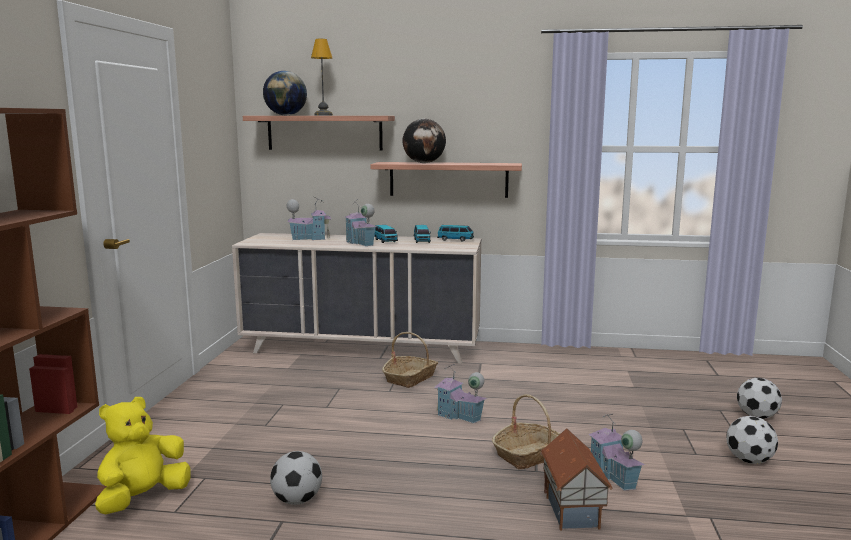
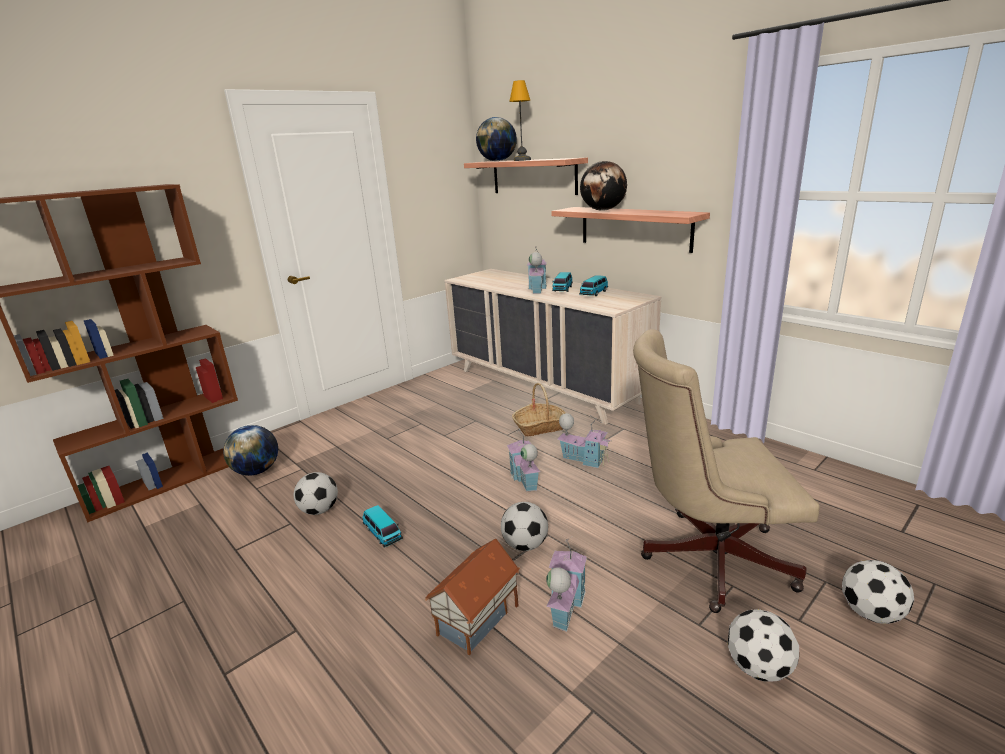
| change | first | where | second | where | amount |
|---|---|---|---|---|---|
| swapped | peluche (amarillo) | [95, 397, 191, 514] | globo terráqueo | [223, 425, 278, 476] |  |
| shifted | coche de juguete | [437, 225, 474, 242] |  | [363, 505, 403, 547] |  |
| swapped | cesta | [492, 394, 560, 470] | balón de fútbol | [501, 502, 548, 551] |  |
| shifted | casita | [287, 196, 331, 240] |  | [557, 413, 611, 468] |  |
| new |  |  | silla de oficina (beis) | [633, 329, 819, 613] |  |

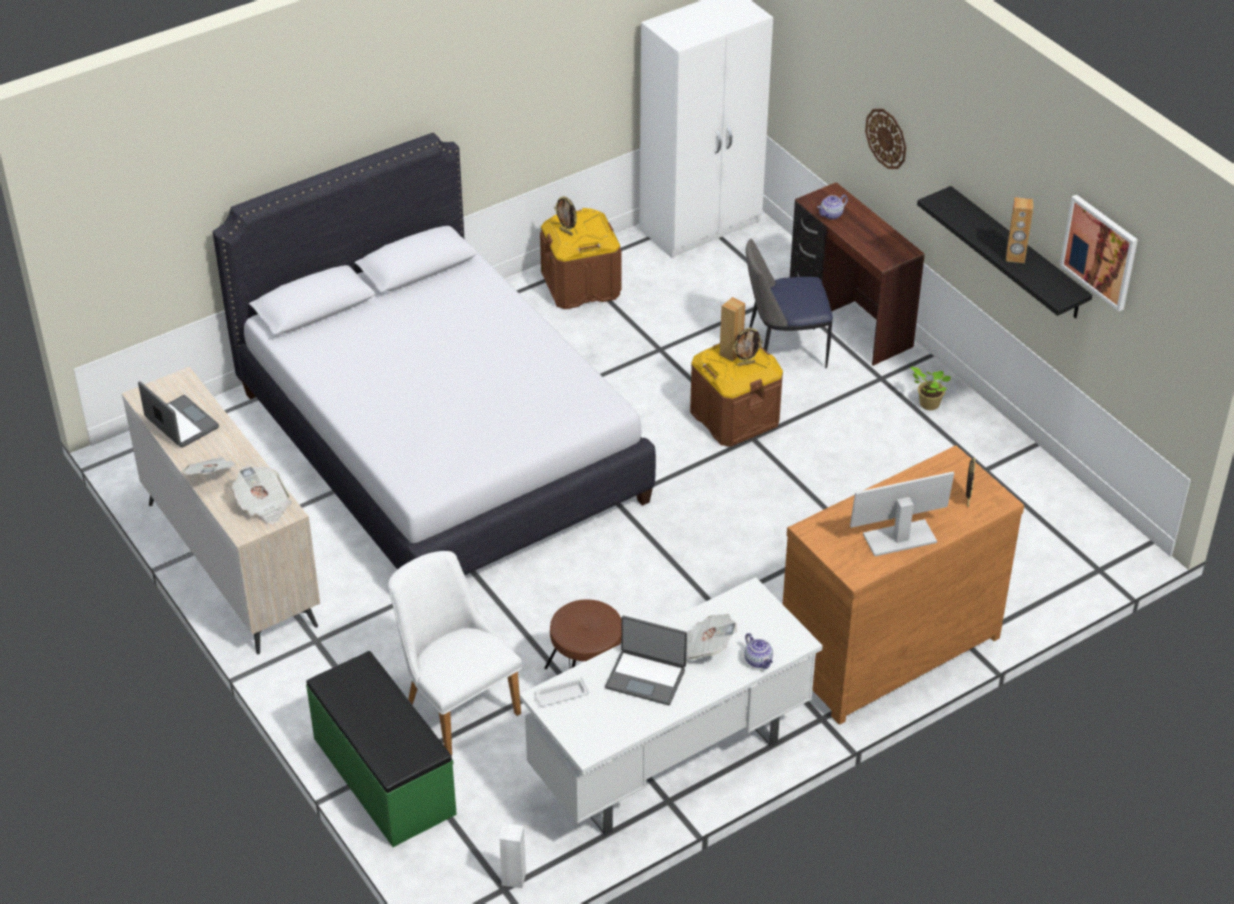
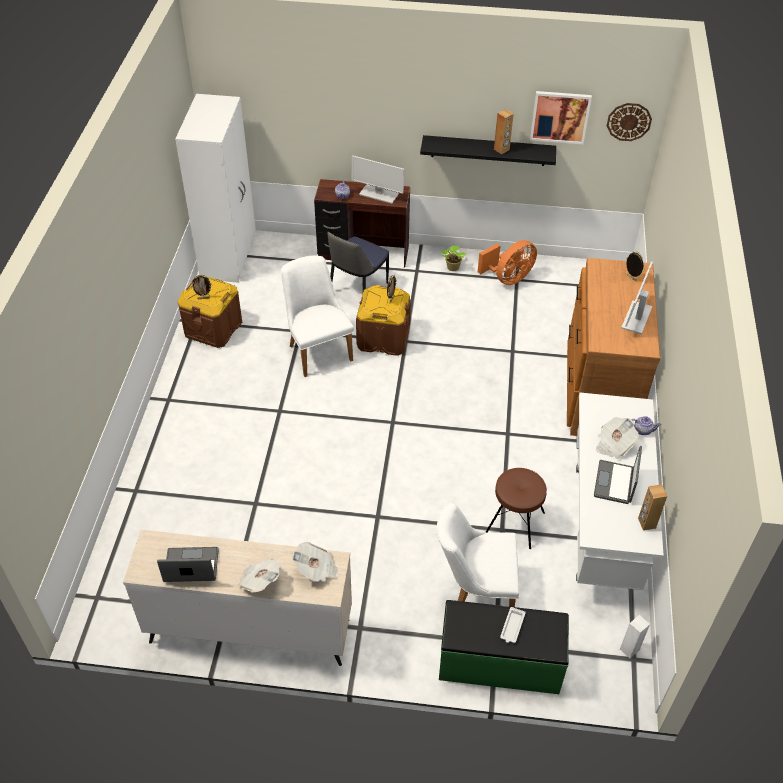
| change | first | where | second | where | amount |
|---|---|---|---|---|---|
| new |  |  | silla (blanco) | [281, 256, 354, 377] |  |
| new |  |  | monitor | [352, 155, 405, 204] |  |
| new |  |  | ventilador (naranja) | [478, 240, 537, 285] |  |
| shifted | bandeja (blanco) | [535, 677, 589, 706] |  | [500, 607, 526, 643] |  |
| rotated | portátil | [605, 615, 687, 705] |  | [594, 446, 642, 504] | 135 degrees clockwise |
| shifted | reloj de pared | [865, 109, 906, 169] |  | [607, 103, 652, 141] |  |
| shifted | altavoz (marrón) | [720, 297, 746, 361] |  | [638, 484, 667, 530] |  |
| gone | cama (blanco) | [212, 133, 656, 575] |  |  |  |

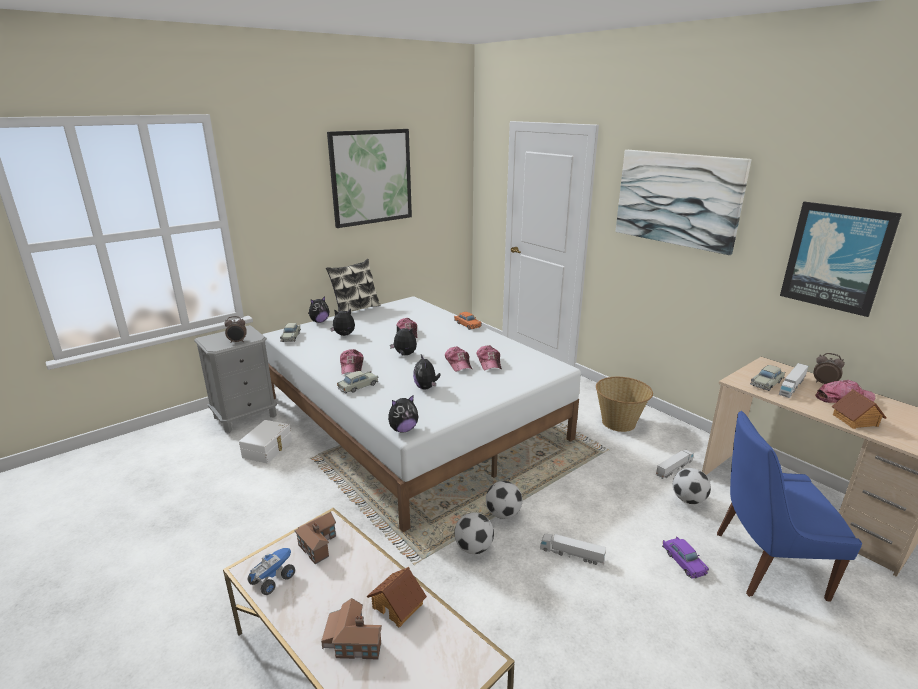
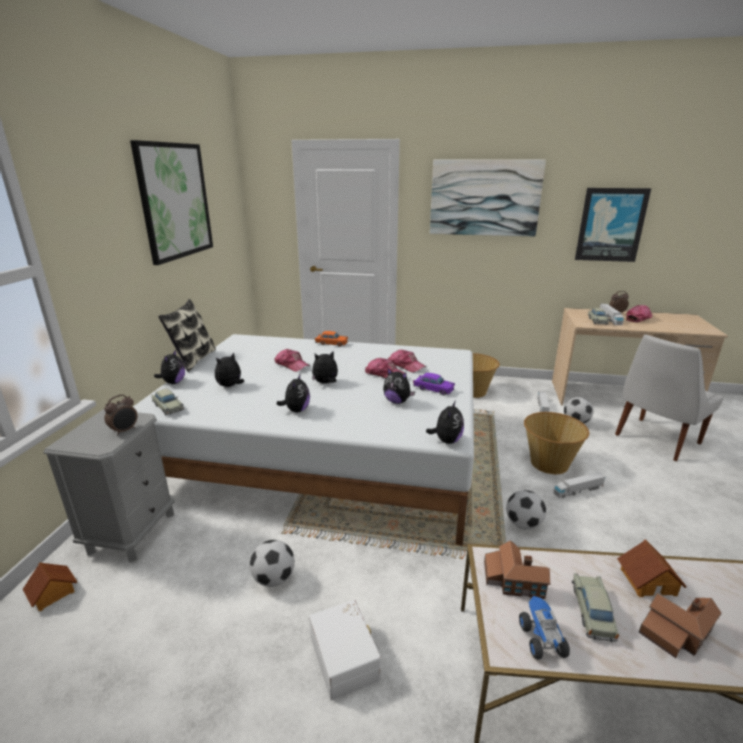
| change | first | where | second | where | amount |
|---|---|---|---|---|---|
| shifted | casita | [832, 389, 886, 429] |  | [23, 562, 78, 611] |  |
| shifted | balón de fútbol | [486, 481, 522, 519] |  | [250, 540, 295, 587] |  |
| swapped | gorra | [340, 349, 363, 374] | peluche | [277, 374, 310, 412] |  |
| shifted | caja de almacenaje (blanco) | [239, 420, 292, 463] |  | [309, 600, 381, 700] |  |
| shifted | coche de juguete (morado) | [662, 536, 709, 579] |  | [413, 373, 455, 395] |  |
| new |  |  | cesta | [524, 412, 589, 474] |  |
| shifted | coche de juguete (beis) | [337, 371, 379, 393] |  | [572, 573, 619, 642] |  |
| repainted | silla (azul) | [717, 411, 862, 601] | silla (blanco) | [615, 334, 724, 461] |  |

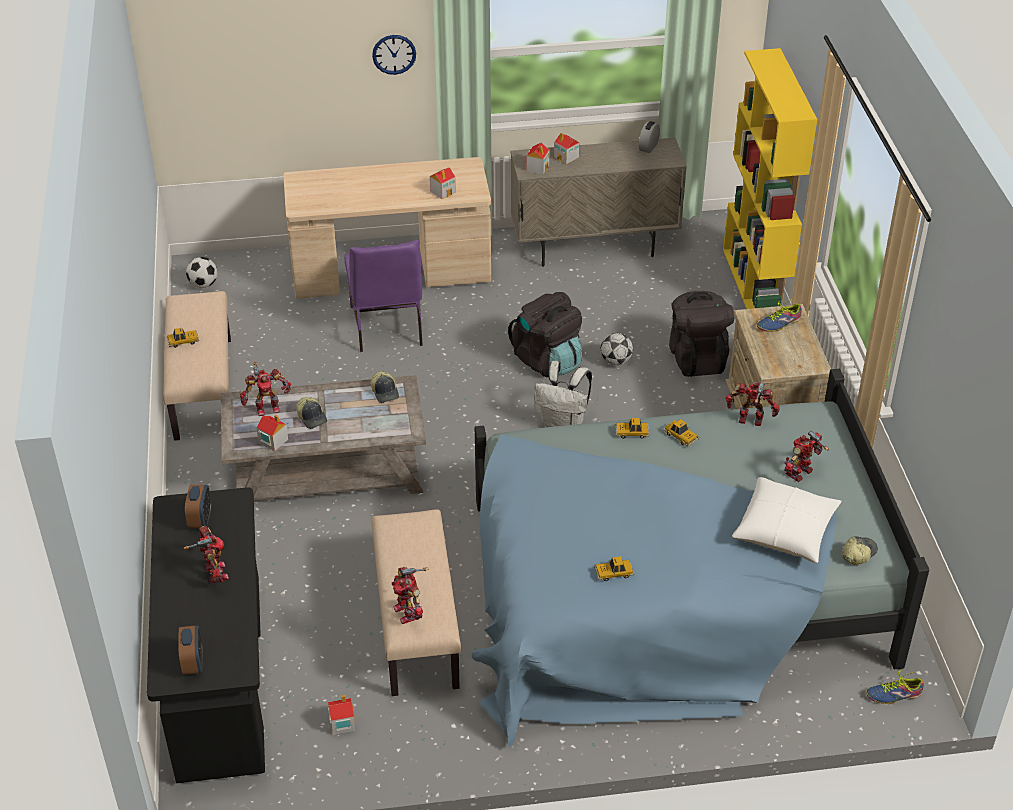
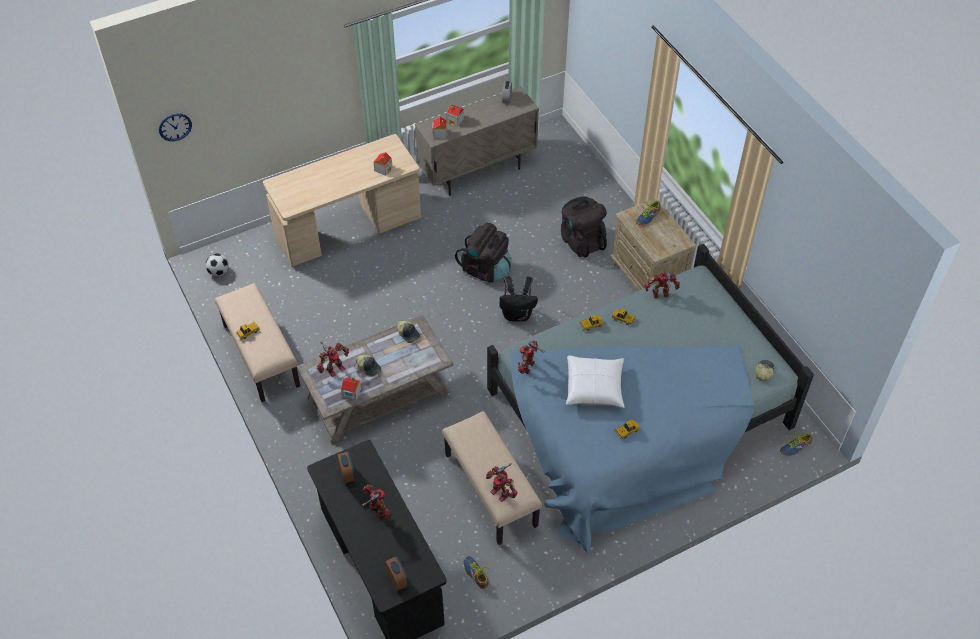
| change | first | where | second | where | amount |
|---|---|---|---|---|---|
| shifted | reloj de pared | [372, 35, 416, 75] |  | [159, 113, 192, 141] |  |
| swapped | casita | [328, 695, 356, 735] | zapato | [464, 556, 489, 589] |  |
| repainted | mochila (blanco) | [534, 361, 592, 427] | mochila (negro) | [500, 277, 538, 321] |  |
| shifted | robot de juguete | [784, 431, 829, 482] |  | [518, 340, 545, 374] |  |
| shifted | cojín (blanco) | [732, 477, 842, 563] |  | [566, 356, 624, 408] |  |
| gone | silla (morado) | [344, 240, 423, 352] |  |  |  |
| gone | balón de fútbol | [600, 333, 633, 365] |  |  |  |
| gone | estantería (amarillo) | [723, 48, 817, 309] |  |  |  |

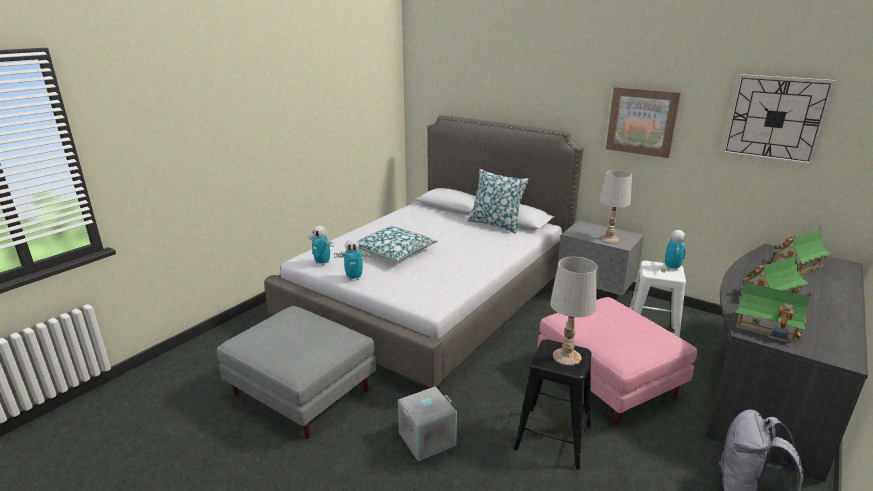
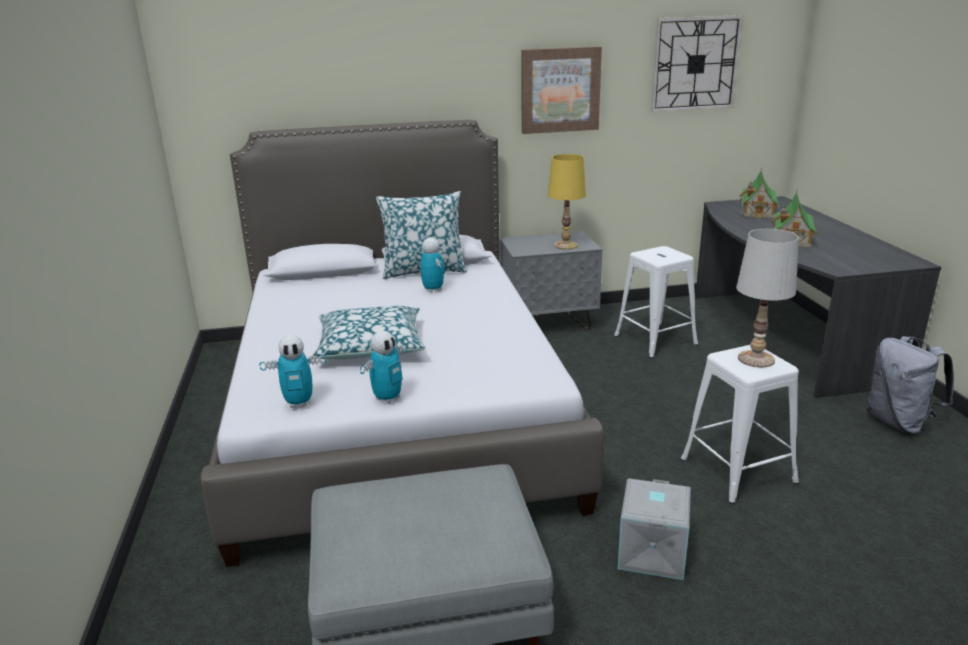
| change | first | where | second | where | amount |
|---|---|---|---|---|---|
| shifted | robot de juguete | [665, 230, 686, 271] |  | [421, 238, 445, 293] |  |
| repainted | lámpara de mesa (blanco) | [600, 170, 632, 244] | lámpara de mesa (amarillo) | [548, 154, 586, 249] |  |
| repainted | taburete (negro) | [514, 339, 592, 470] | taburete (blanco) | [681, 345, 799, 504] |  |
| gone | puf (rosa) | [538, 297, 697, 427] |  |  |  |
| gone | casita | [735, 279, 812, 343] |  |  |  |

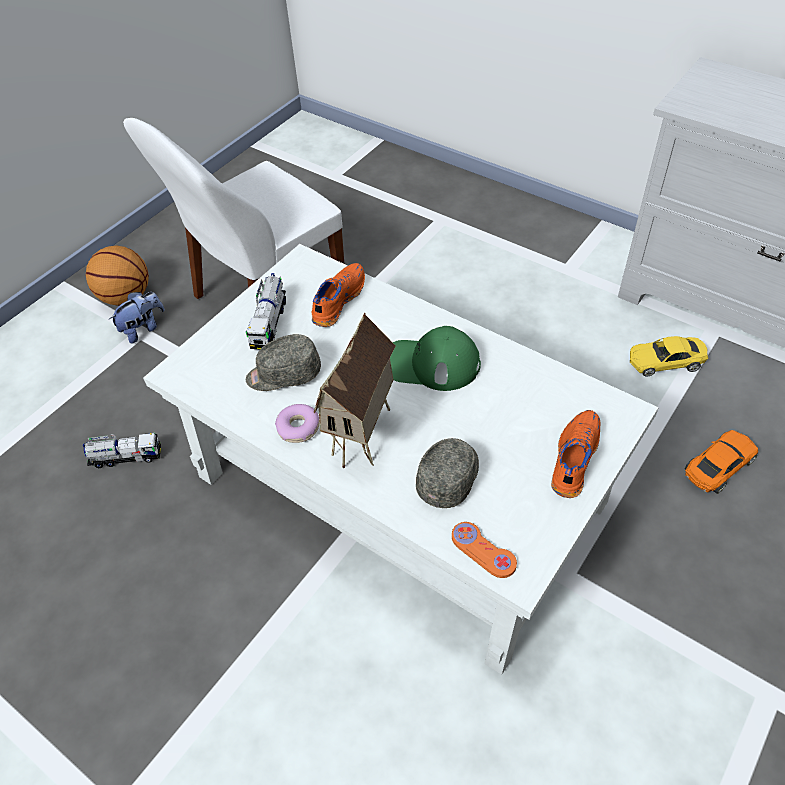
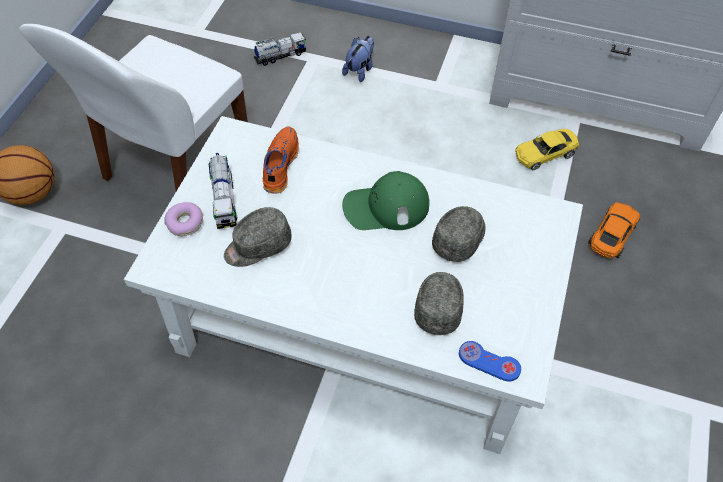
| change | first | where | second | where | amount |
|---|---|---|---|---|---|
| shifted | rosquilla | [275, 404, 319, 443] |  | [164, 202, 203, 236] |  |
| shifted | camión de juguete | [83, 433, 161, 468] |  | [254, 32, 306, 66] |  |
| shifted | peluche | [109, 292, 165, 343] |  | [342, 36, 374, 82] |  |
| new |  |  | gorra (gris) | [432, 206, 485, 262] |  |
| repainted | mando de consola (naranja) | [452, 522, 517, 578] | mando de consola (azul) | [459, 341, 521, 381] |  |
| gone | casita | [313, 312, 396, 468] |  |  |  |
| gone | zapato (naranja) | [551, 410, 600, 498] |  |  |  |

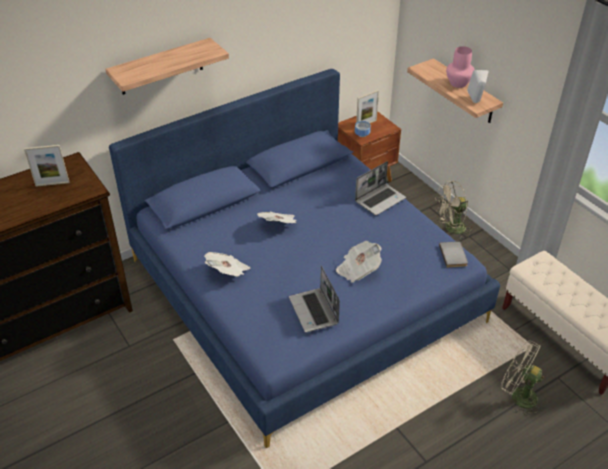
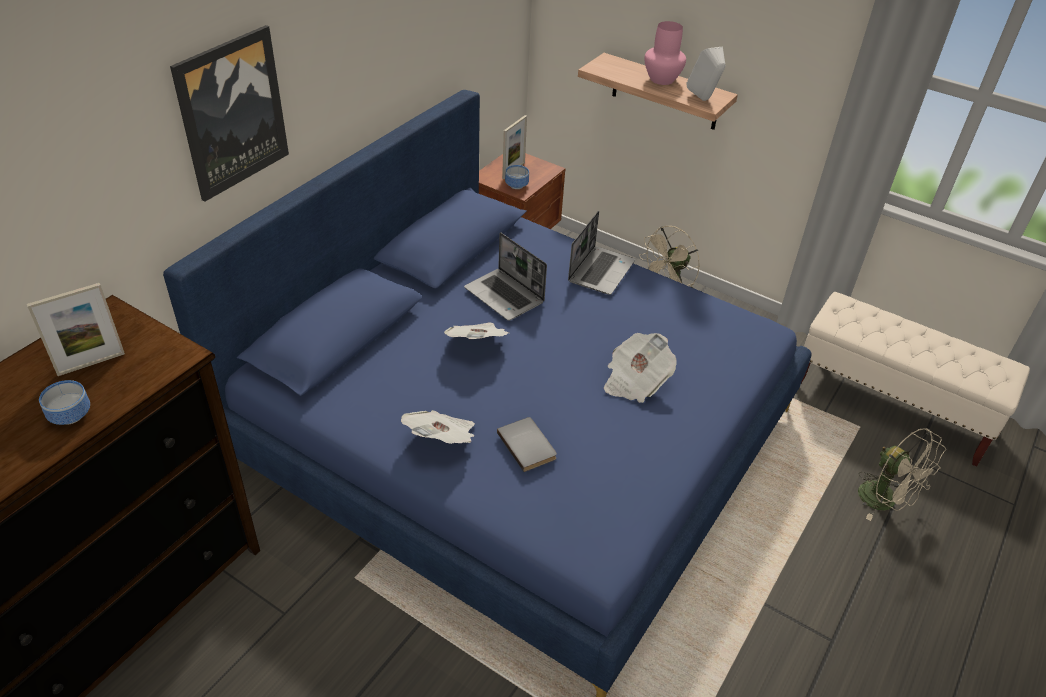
| change | first | where | second | where | amount |
|---|---|---|---|---|---|
| new |  |  | cuenco | [39, 380, 90, 425] |  |
| swapped | estante | [105, 38, 229, 95] | cuadro | [170, 25, 289, 202] |  |
| shifted | portátil | [289, 265, 340, 333] |  | [464, 232, 547, 321] |  |
| shifted | libro (gris) | [439, 241, 468, 268] |  | [497, 417, 557, 472] |  |
| rotated | ventilador (beis) | [501, 341, 544, 416] |  | [858, 428, 946, 521] | 135 degrees counterclockwise |

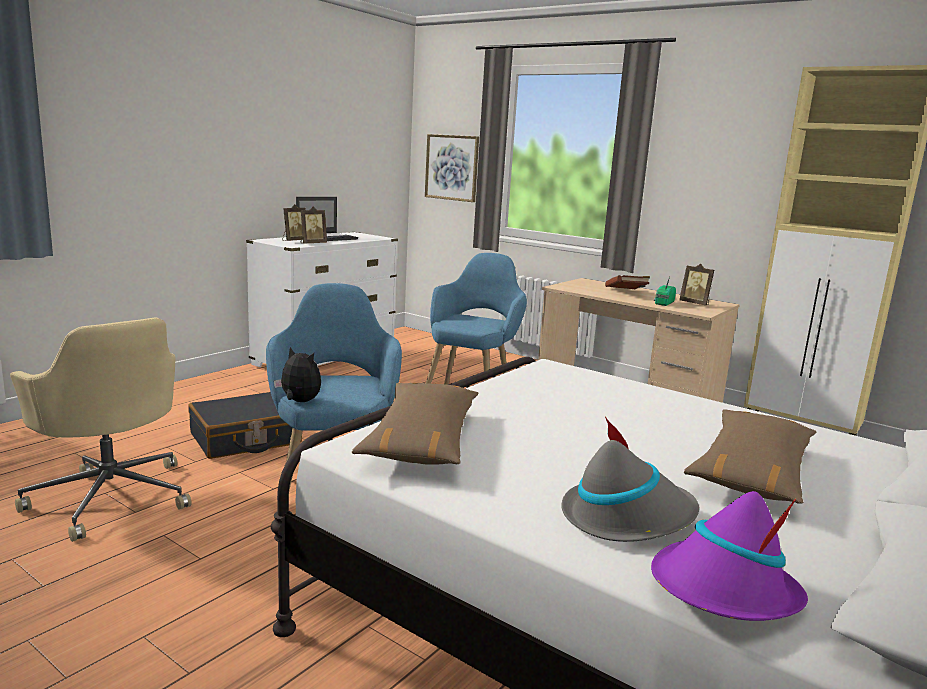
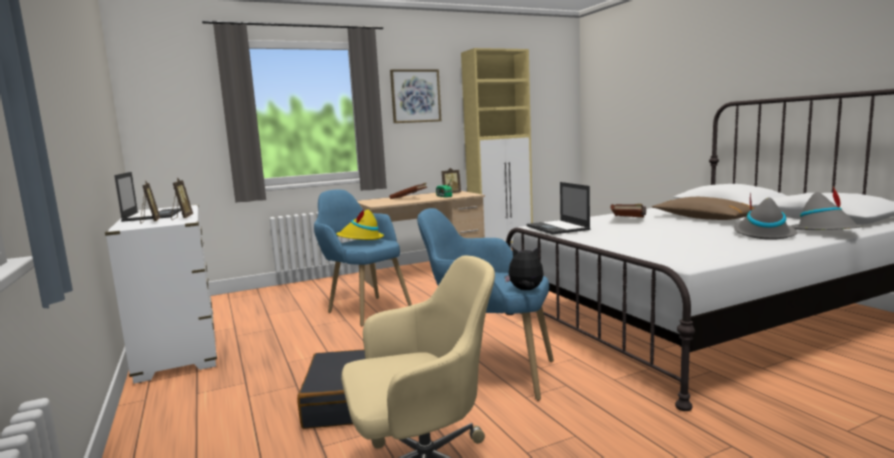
| change | first | where | second | where | amount |
|---|---|---|---|---|---|
| new |  |  | sombrero (amarillo) | [336, 208, 384, 240] |  |
| shifted | cuadro | [425, 134, 479, 202] |  | [390, 69, 441, 123] |  |
| rotated | peluche | [274, 347, 321, 402] |  | [504, 247, 544, 290] | 45 degrees clockwise |
| new |  |  | portátil | [527, 182, 590, 235] |  |
| new |  |  | libro (marrón) | [611, 204, 646, 217] |  |
| repainted | sombrero (morado) | [651, 491, 808, 621] | sombrero (gris) | [791, 186, 863, 230] |  |
| gone | cojín (marrón) | [352, 383, 479, 465] |  |  |  |

